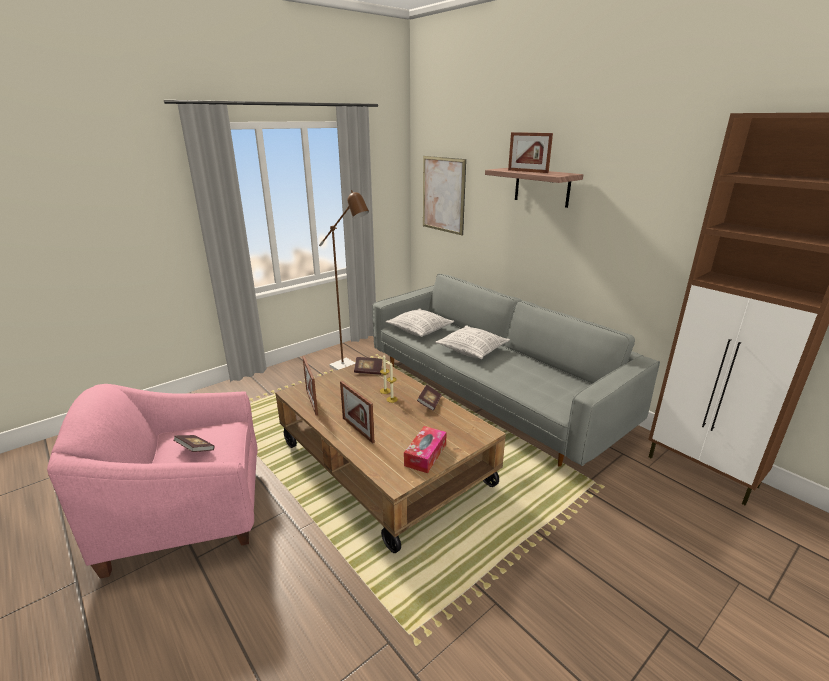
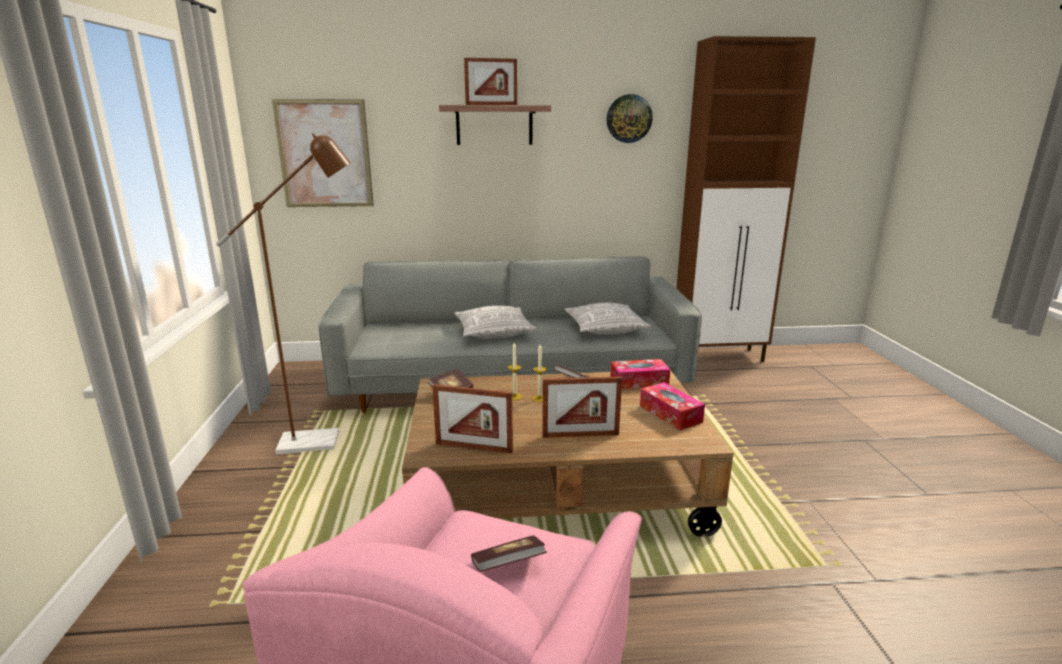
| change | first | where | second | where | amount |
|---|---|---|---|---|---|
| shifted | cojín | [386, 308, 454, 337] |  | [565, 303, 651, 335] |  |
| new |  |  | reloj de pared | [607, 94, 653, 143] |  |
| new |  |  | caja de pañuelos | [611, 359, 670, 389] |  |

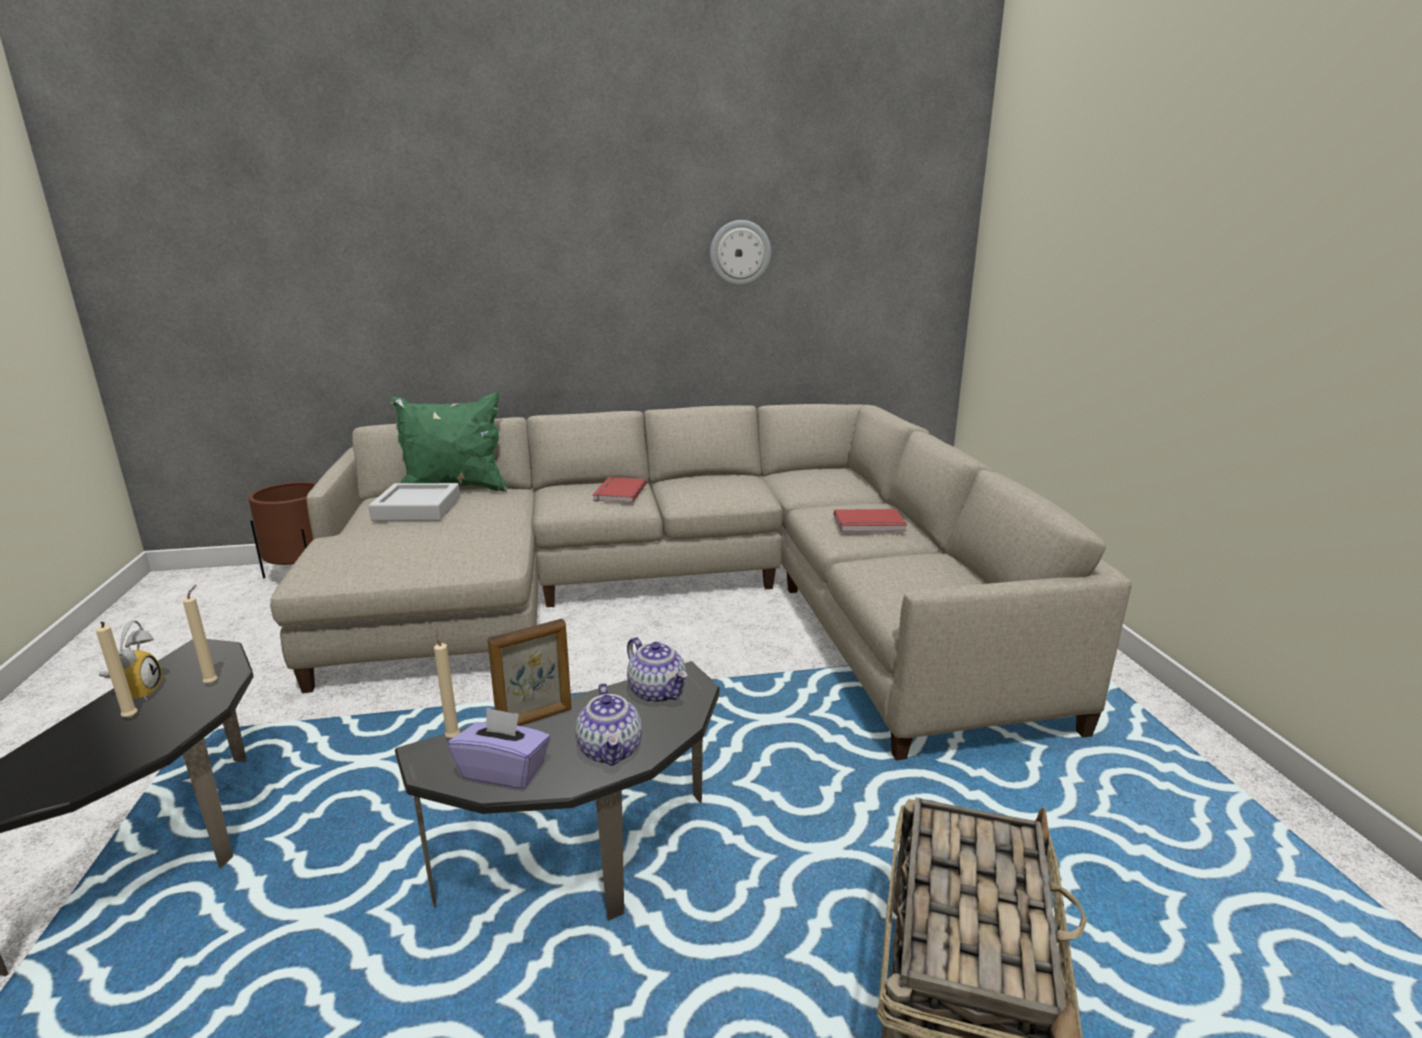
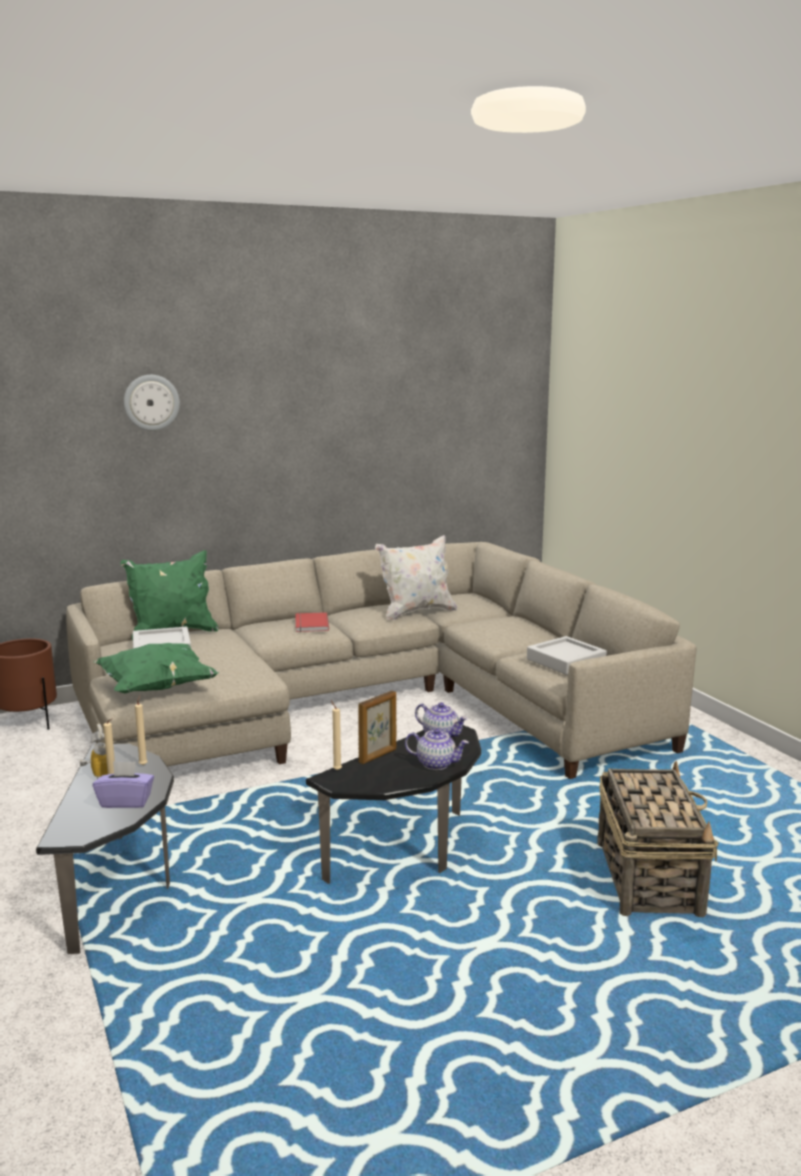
| change | first | where | second | where | amount |
|---|---|---|---|---|---|
| shifted | caja de pañuelos (morado) | [448, 707, 550, 790] |  | [93, 761, 154, 808] |  |
| new |  |  | cojín (verde) | [94, 643, 219, 693] |  |
| shifted | reloj de pared | [710, 220, 771, 286] |  | [124, 375, 180, 431] |  |
| new |  |  | cojín (blanco) | [375, 535, 457, 621] |  |
| rotated | tetera | [575, 683, 642, 766] |  | [405, 729, 469, 770] | 45 degrees counterclockwise |
| new |  |  | bandeja (gris) | [527, 636, 607, 675] |  |
| gone | libro (rojo) | [834, 509, 907, 532] |  |  |  |

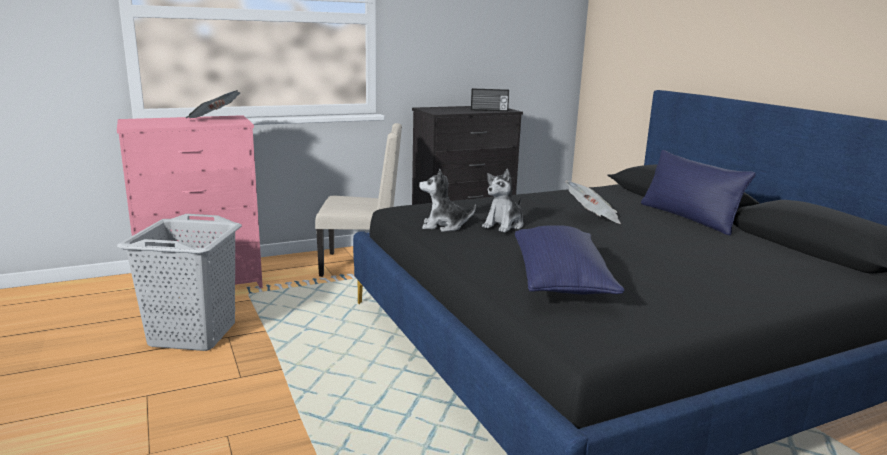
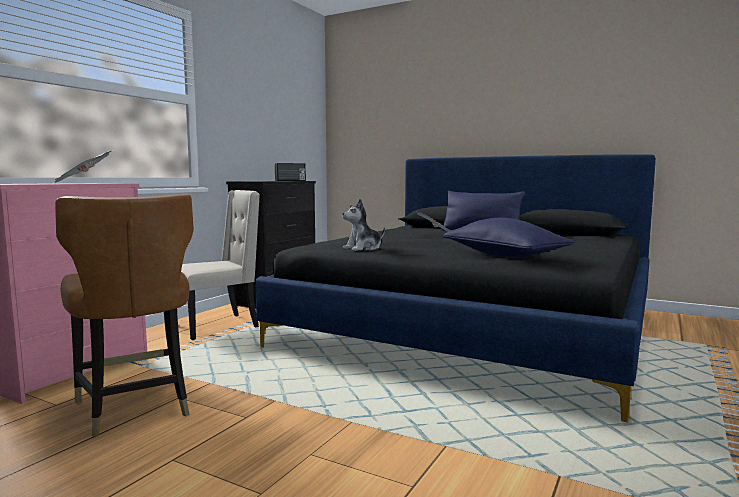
| change | first | where | second | where | amount |
|---|---|---|---|---|---|
| swapped | cesto de la ropa (gris) | [117, 214, 242, 351] | silla (marrón) | [55, 194, 194, 437] |  |
| gone | peluche | [482, 169, 523, 233] |  |  |  |

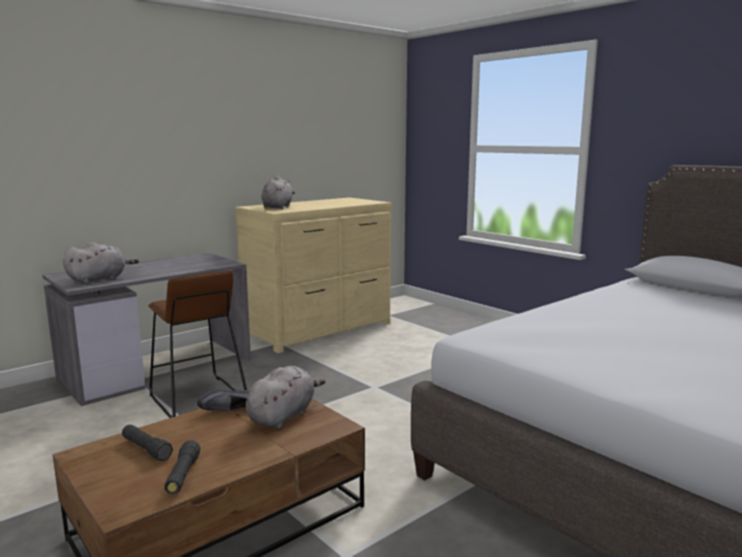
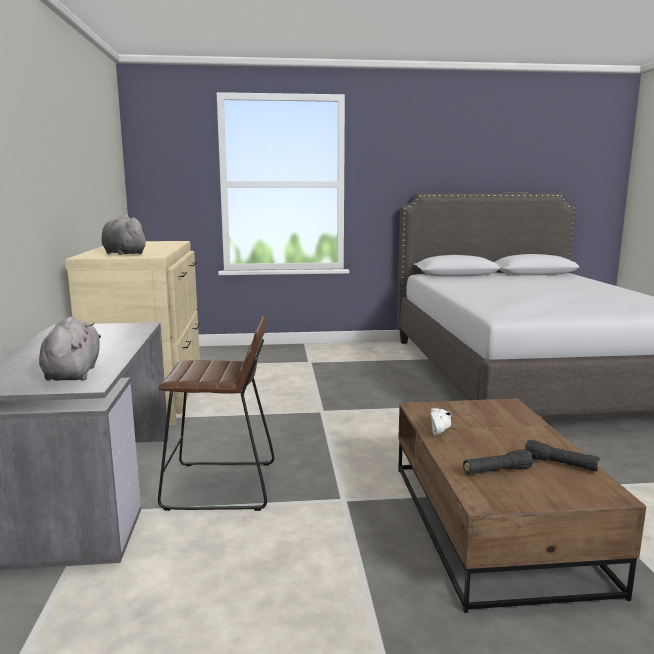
| change | first | where | second | where | amount |
|---|---|---|---|---|---|
| repainted | zapato (negro) | [197, 389, 249, 411] | zapato (blanco) | [431, 408, 451, 435] |  |
| gone | peluche (gris) | [246, 366, 325, 429] |  |  |  |

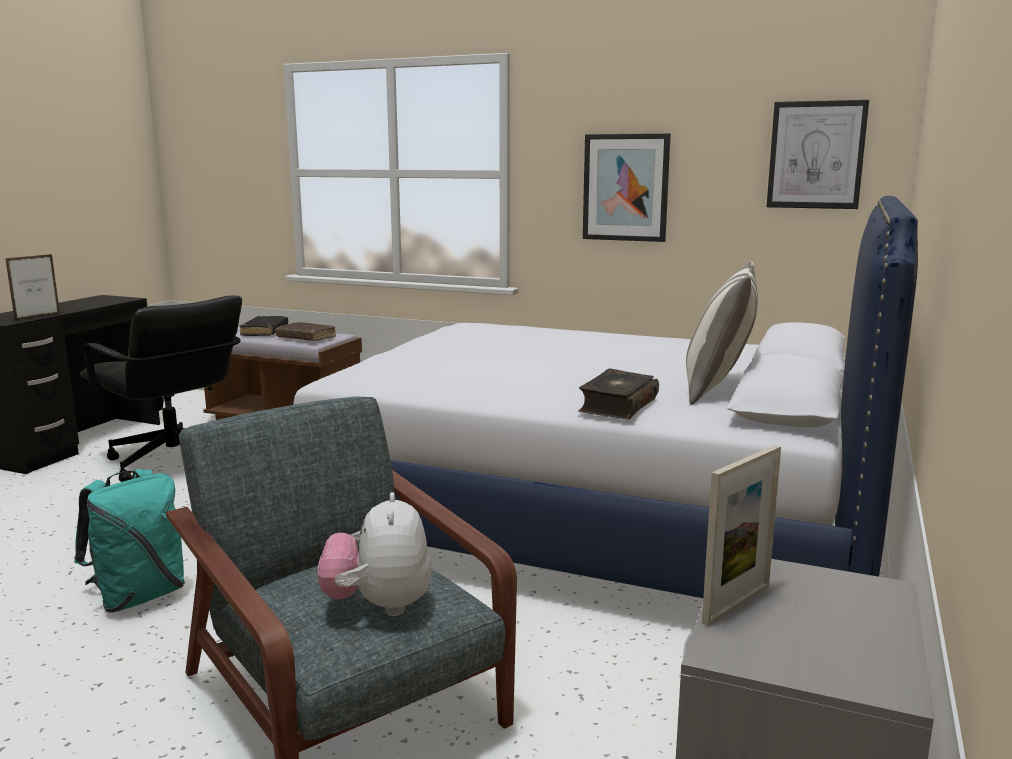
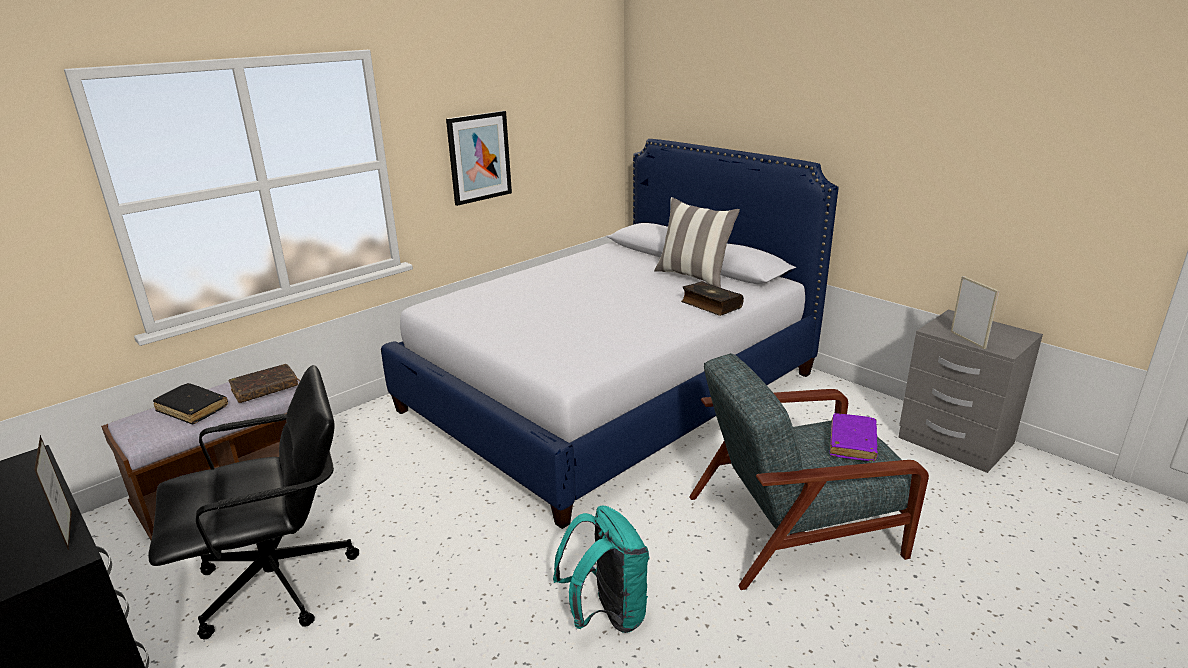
| change | first | where | second | where | amount |
|---|---|---|---|---|---|
| swapped | peluche | [318, 492, 431, 616] | libro (morado) | [830, 413, 878, 461] |  |
| gone | cuadro | [767, 100, 869, 209] |  |  |  |

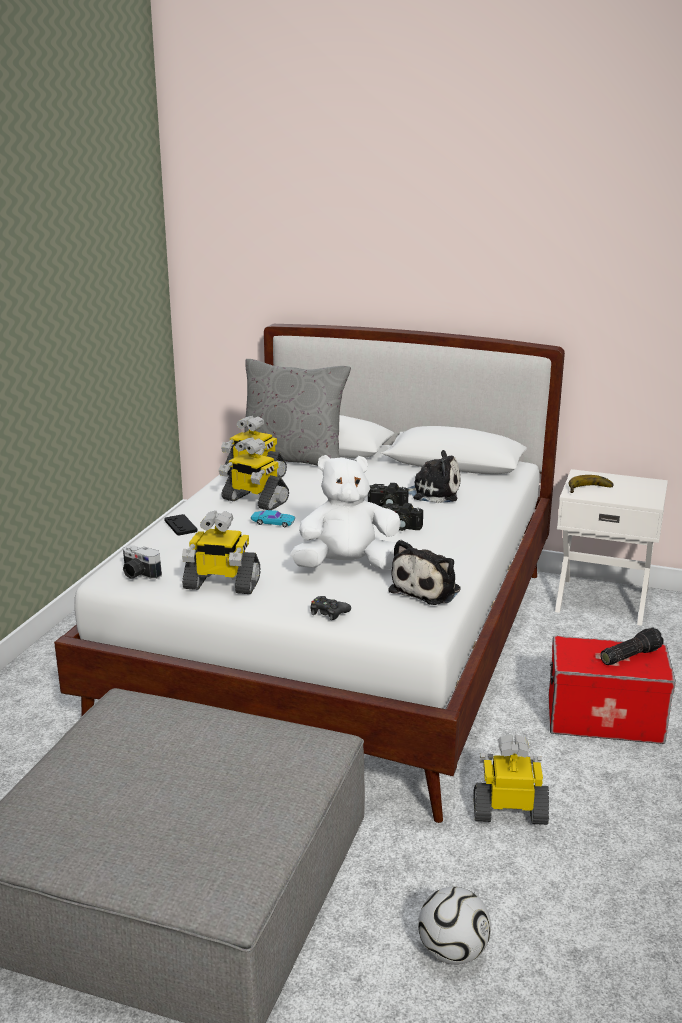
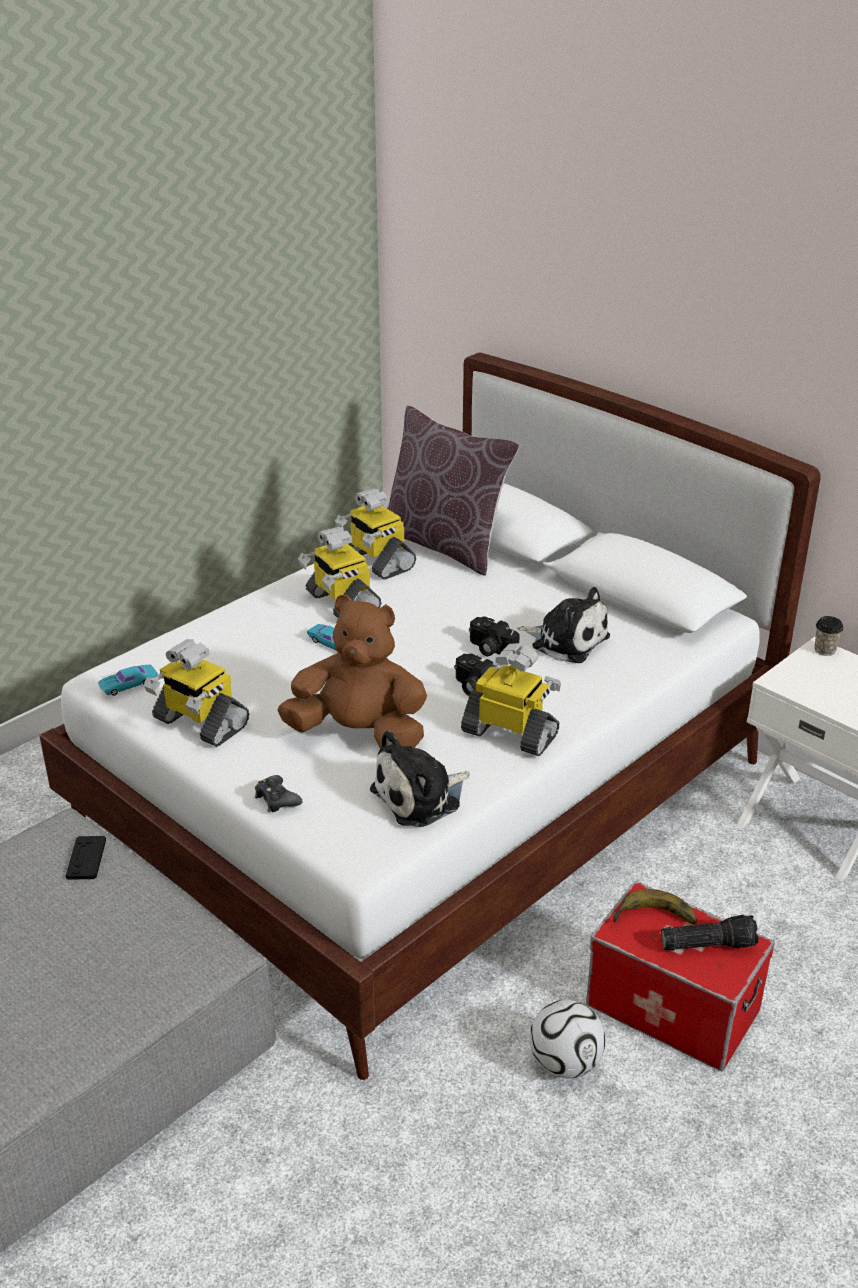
| change | first | where | second | where | amount |
|---|---|---|---|---|---|
| shifted | mando de consola (negro) | [164, 514, 198, 536] |  | [66, 836, 106, 880] |  |
| swapped | cámara | [123, 546, 162, 579] | coche de juguete (turquesa) | [98, 665, 158, 696] |  |
| repainted | peluche (blanco) | [290, 455, 401, 570] | peluche (marrón) | [277, 595, 427, 749] |  |
| repainted | cojín (gris) | [244, 359, 351, 466] | cojín (marrón) | [387, 405, 519, 576] |  |
| shifted | robot de juguete | [473, 734, 549, 825] |  | [461, 643, 561, 756] |  |
| shifted | balón de fútbol | [418, 887, 491, 965] |  | [530, 1000, 605, 1079] |  |
| shifted | plátano | [568, 475, 614, 493] |  | [613, 889, 697, 925] |  |
| new |  |  | taza | [815, 616, 844, 656] |  |

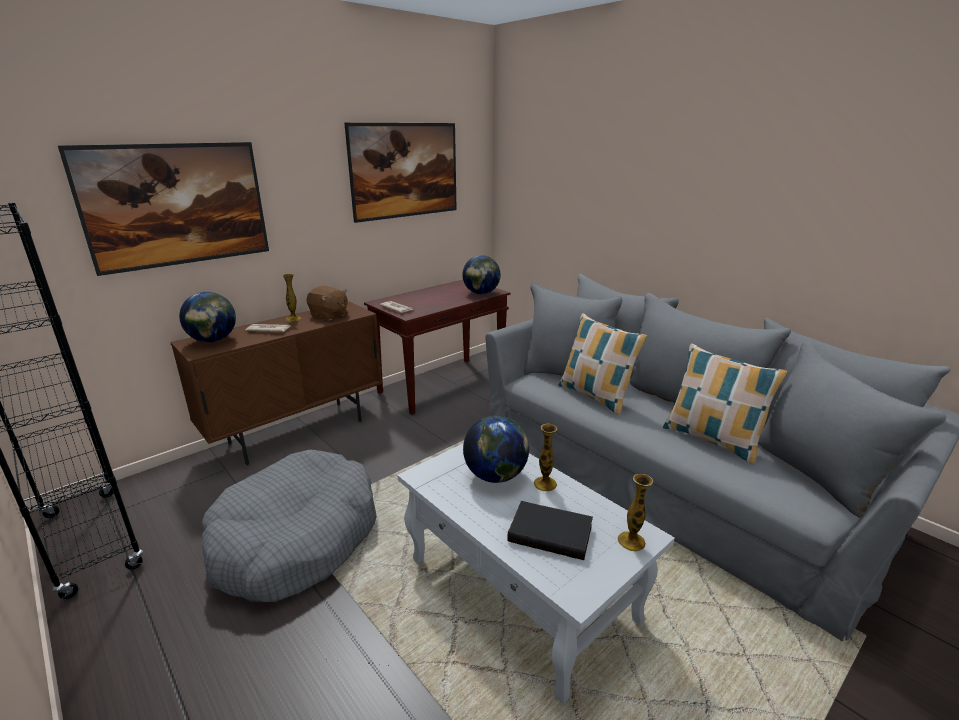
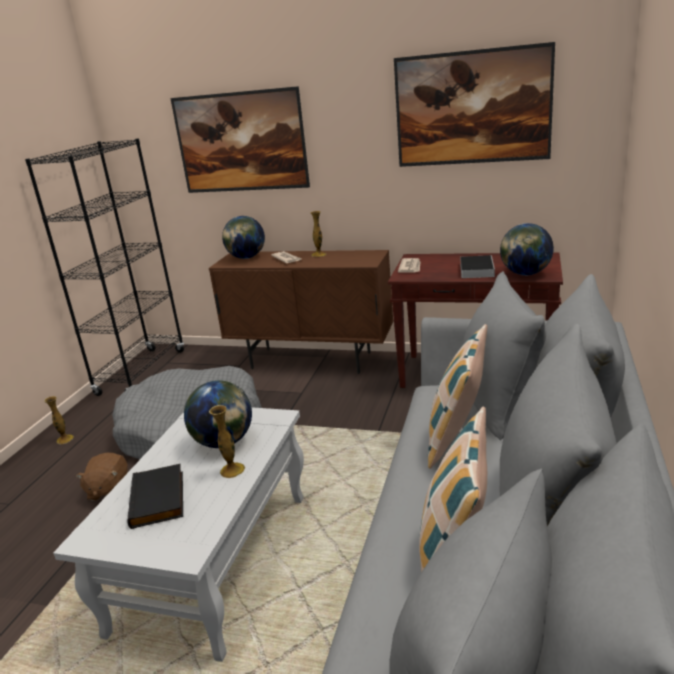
| change | first | where | second | where | amount |
|---|---|---|---|---|---|
| shifted | florero | [618, 474, 653, 551] |  | [44, 396, 74, 444] |  |
| shifted | peluche (marrón) | [307, 286, 348, 320] |  | [76, 453, 128, 501] |  |
| new |  |  | libro | [460, 255, 495, 278] |  |

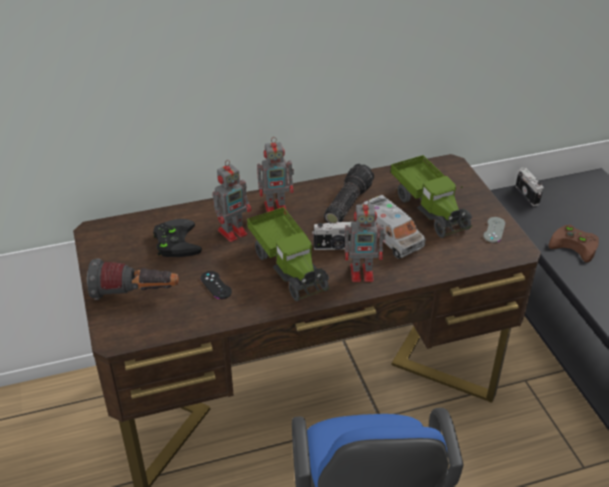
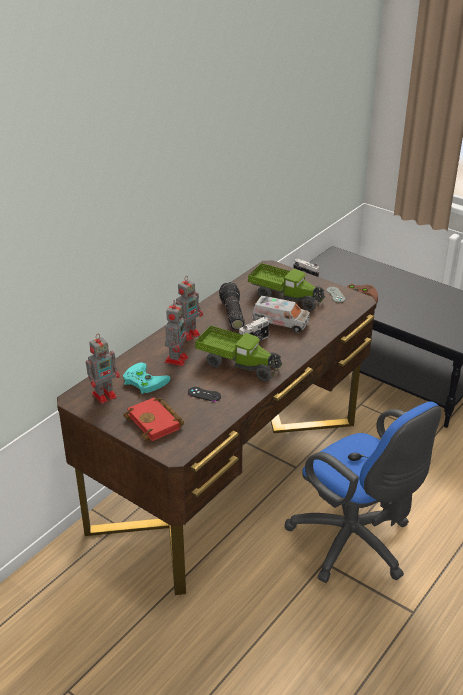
| change | first | where | second | where | amount |
|---|---|---|---|---|---|
| shifted | robot de juguete | [345, 199, 386, 282] |  | [86, 334, 120, 404] |  |
| repainted | mando de consola (negro) | [153, 219, 202, 257] | mando de consola (turquesa) | [123, 363, 171, 394] |  |
| swapped | linterna | [87, 258, 179, 300] | libro (rojo) | [123, 397, 184, 441] |  |

